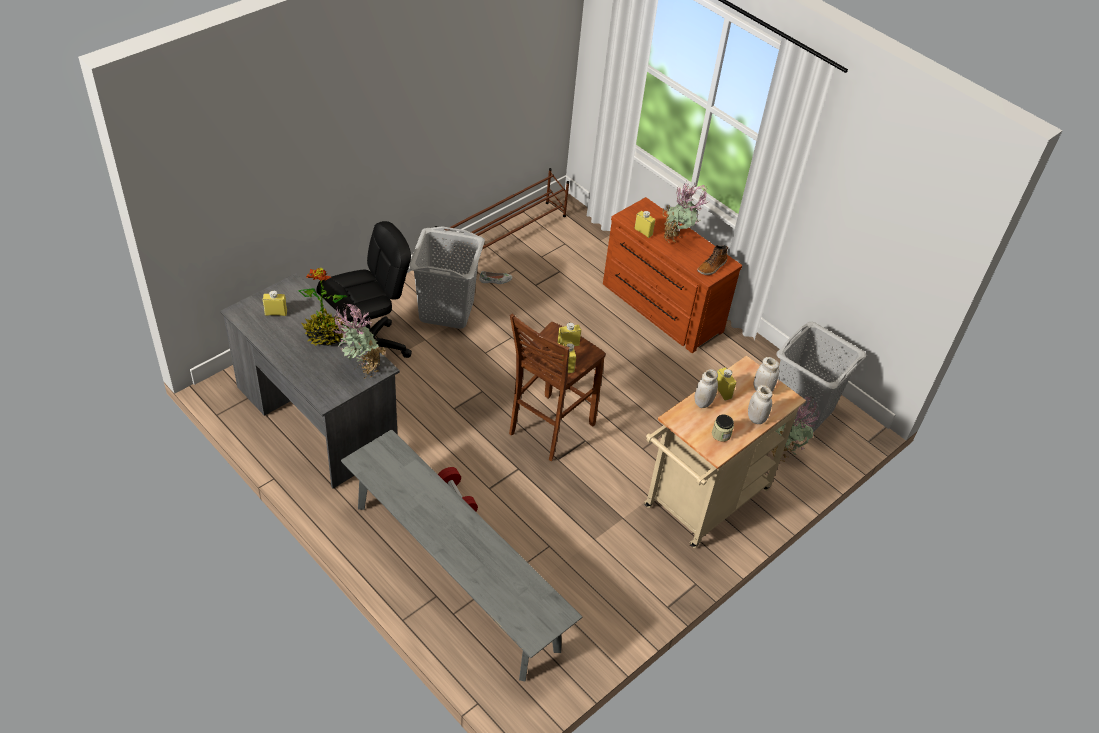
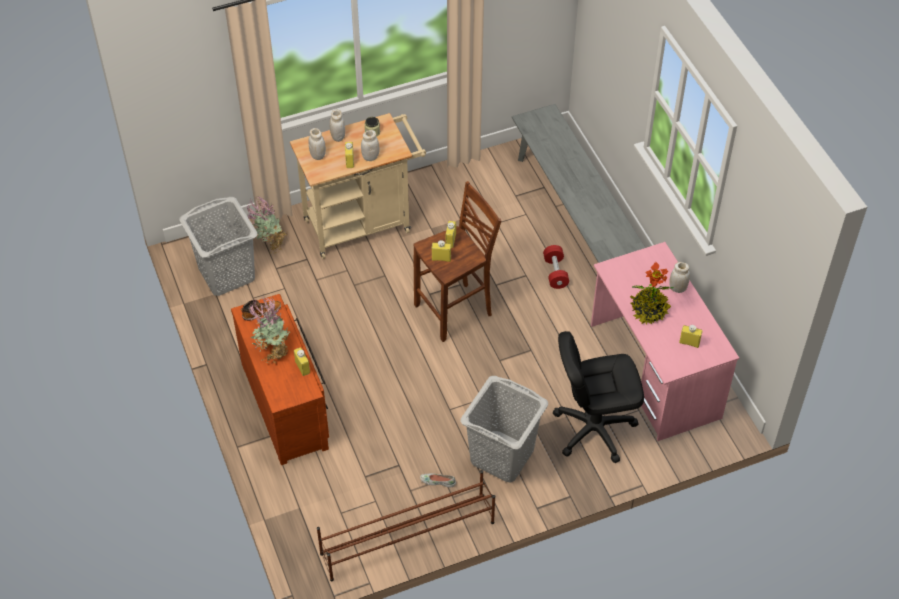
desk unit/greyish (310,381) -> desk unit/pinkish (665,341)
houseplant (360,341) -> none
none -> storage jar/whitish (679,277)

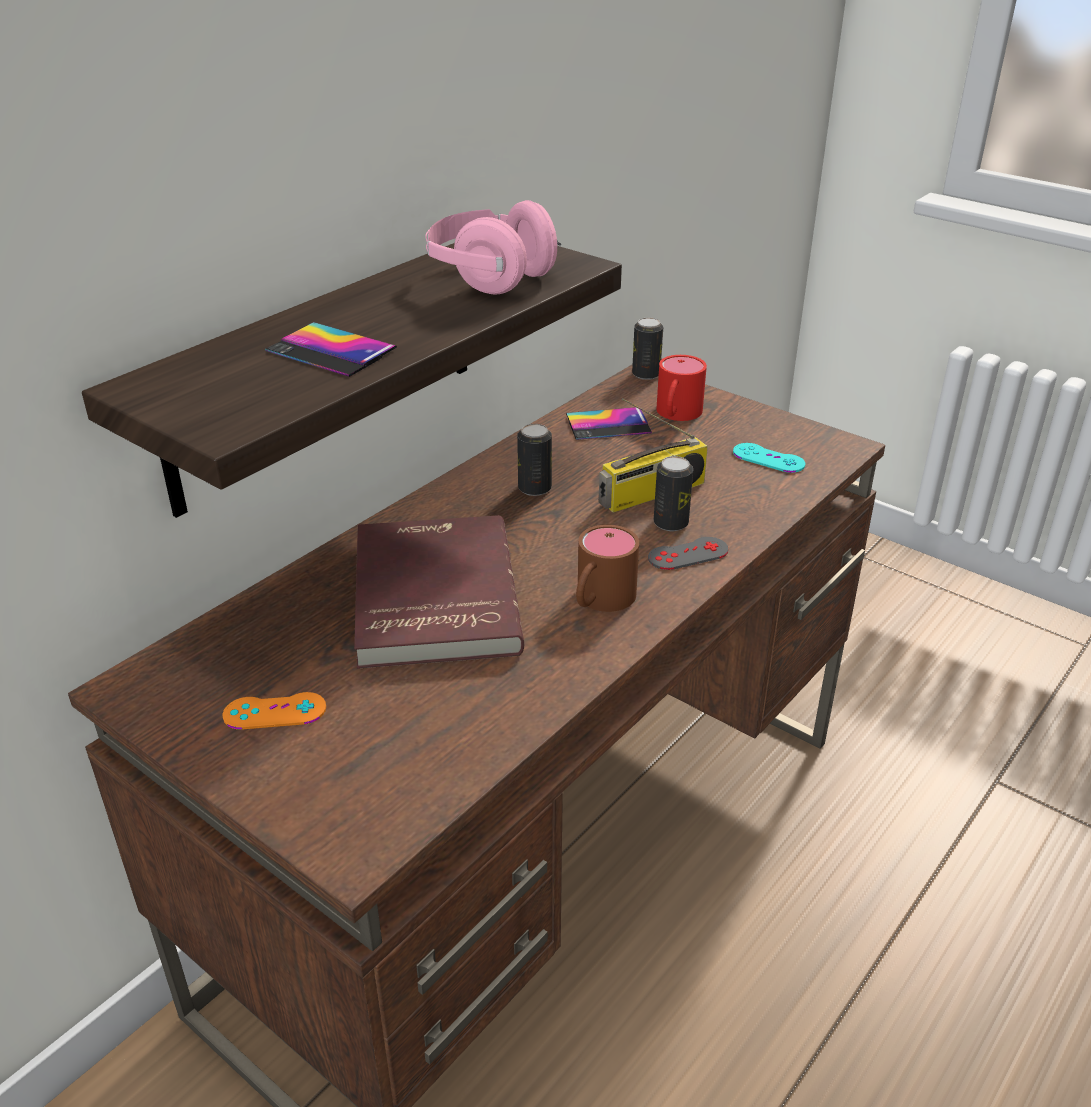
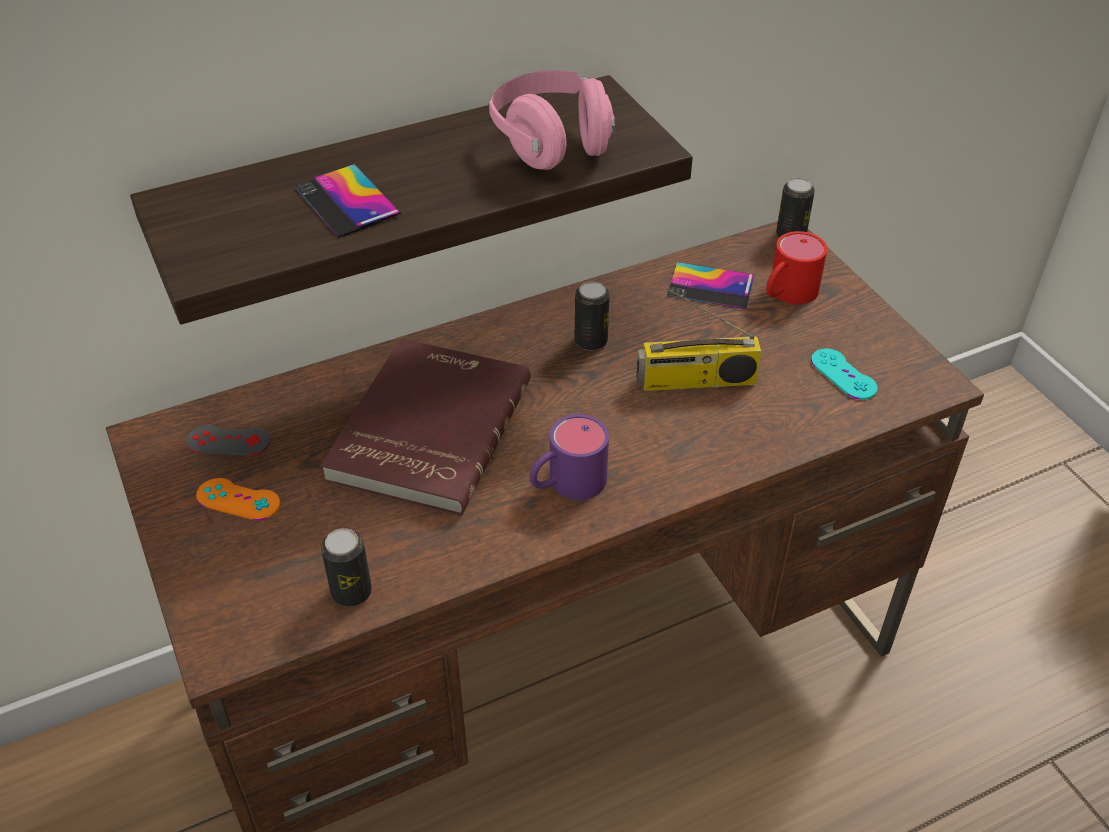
coffee mug/brown (607,568) -> coffee mug/purple-coloured (569,457)
game controller/greyish (688,553) -> game controller/greyish (228,440), moved
metal can (673,493) -> metal can (346,567), moved

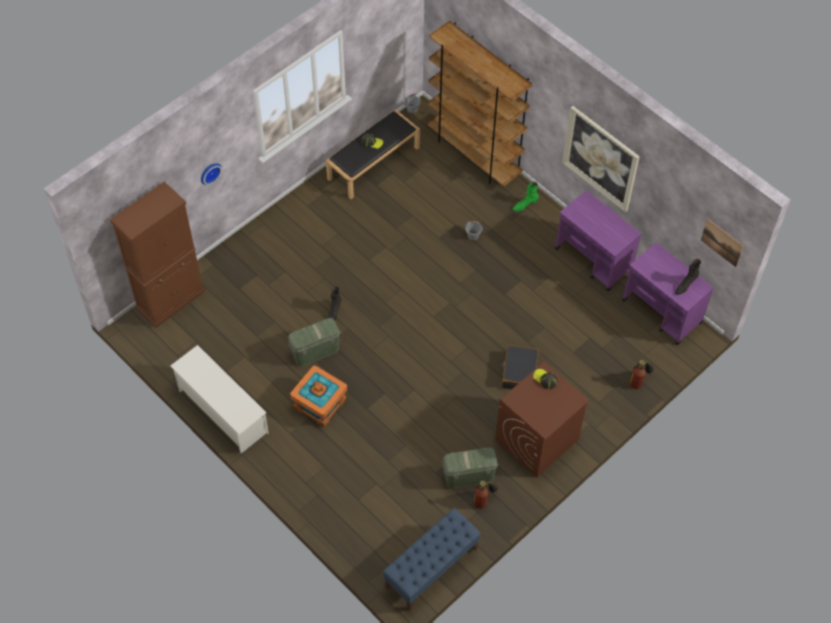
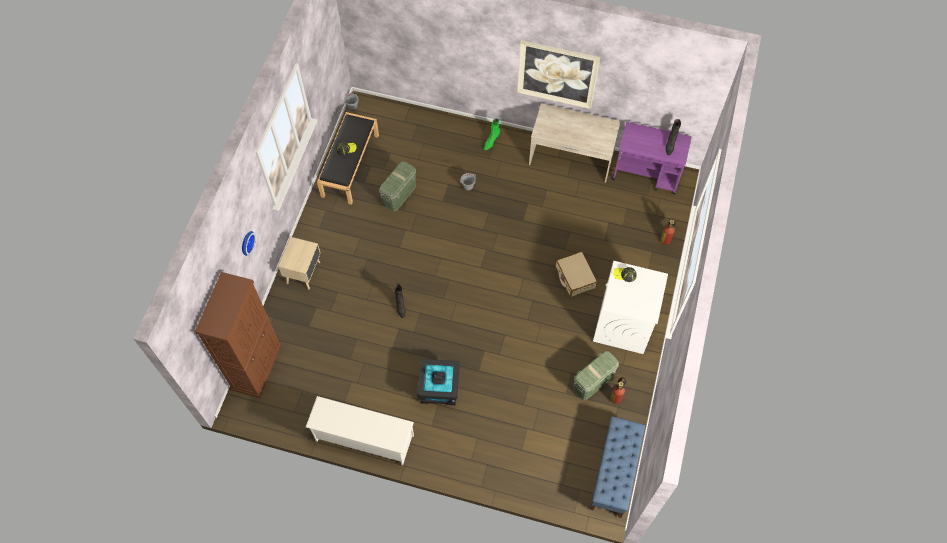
storage bin/green (314,342) -> storage bin/green (397,186), moved
storage bin/orange (318,396) -> storage bin/blackish (438,382)
bookshelf/brown (480,104) -> none
laundry appliance/brown (542,419) -> laundry appliance/whitish (630,307)
piece of luggage/blackish (520,367) -> piece of luggage/beige (577,274)
trolley/purple-coloured (598,241) -> desk unit/beige (575,143)
wall art (722,243) -> none
none -> bedside table/beige (299,263)

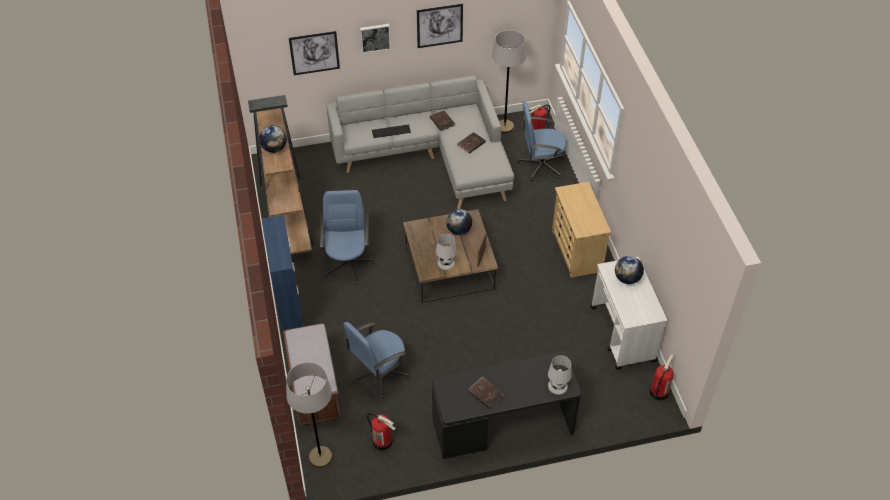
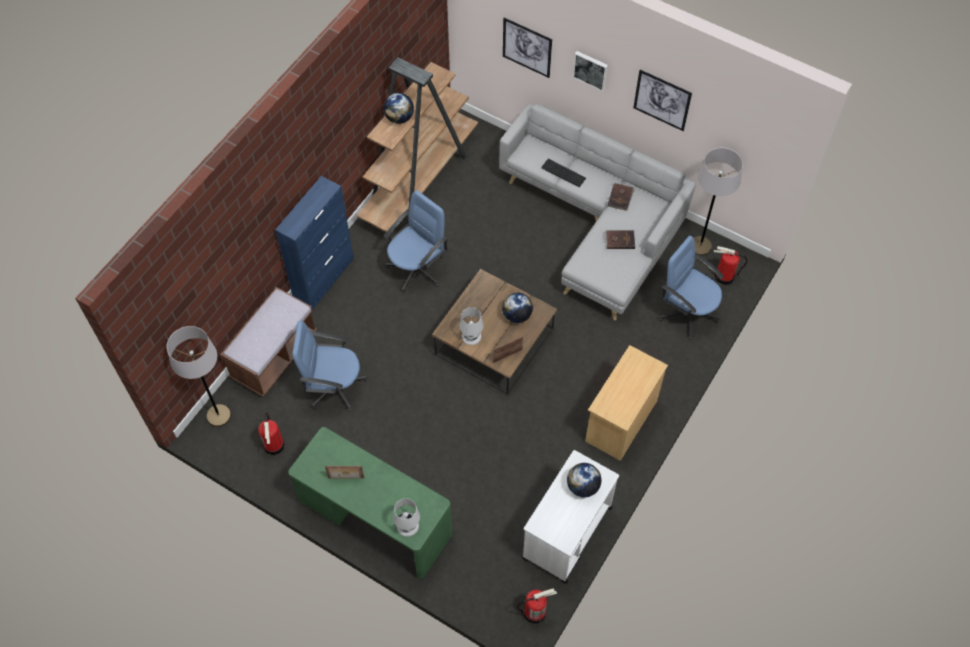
desk unit/blackish (506,405) -> desk unit/green (370,502)
book/brown (486,393) -> picture frame (344,472)

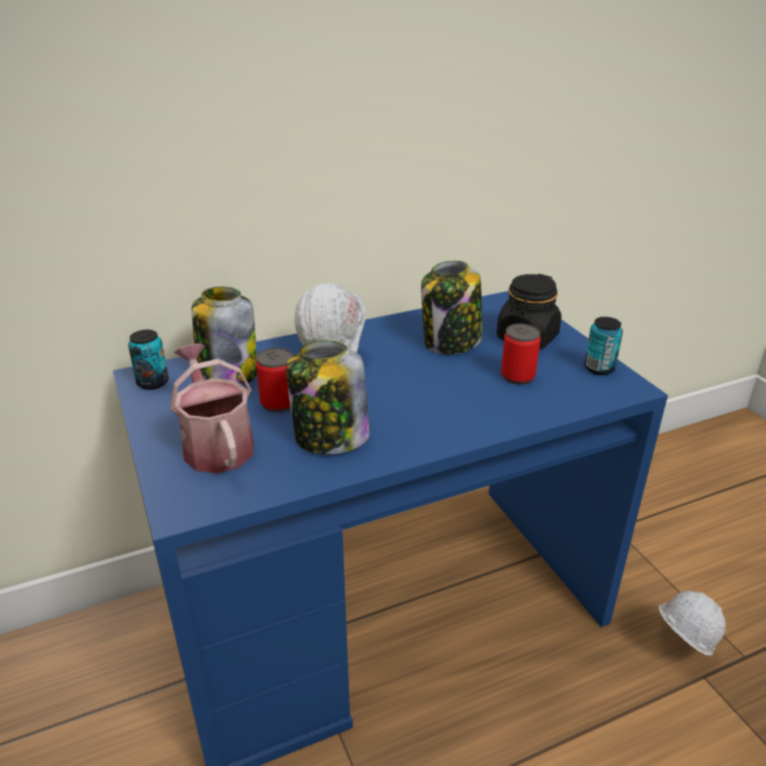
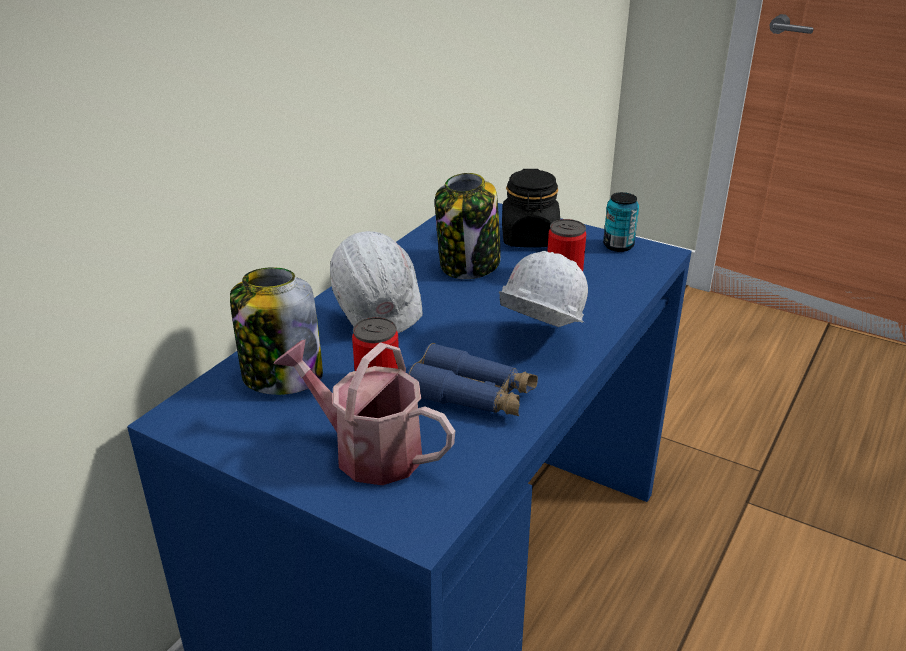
metal can (148,360) -> none
storage jar (328,397) -> binoculars/blue (473,379)
work helmet/whitish (692,623) -> work helmet/whitish (543,289), moved

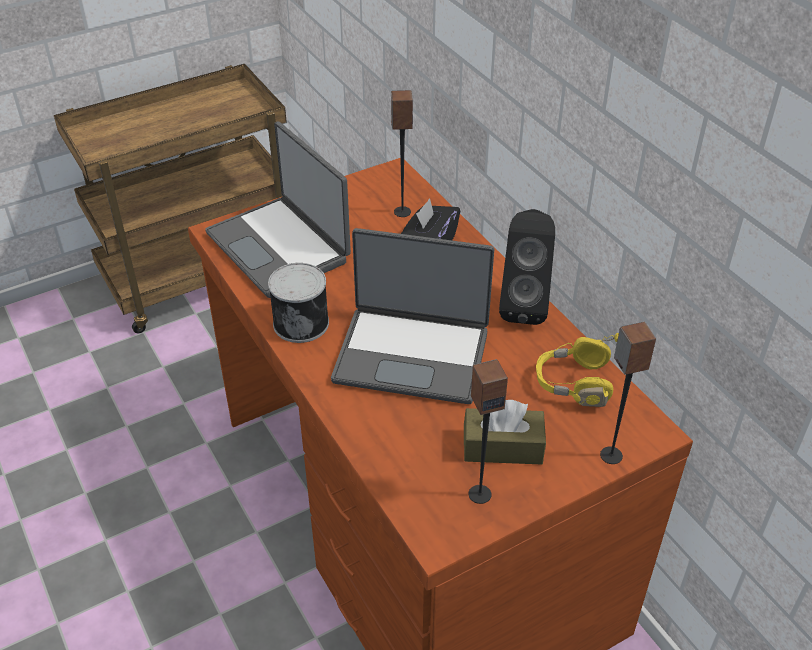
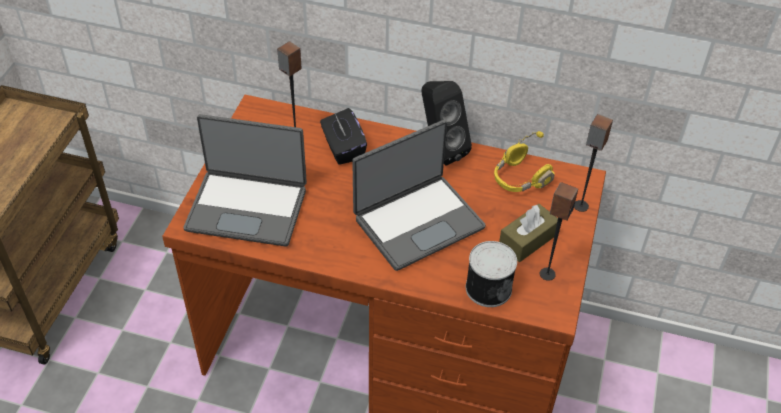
metal can (298,303) -> metal can (491,274), moved

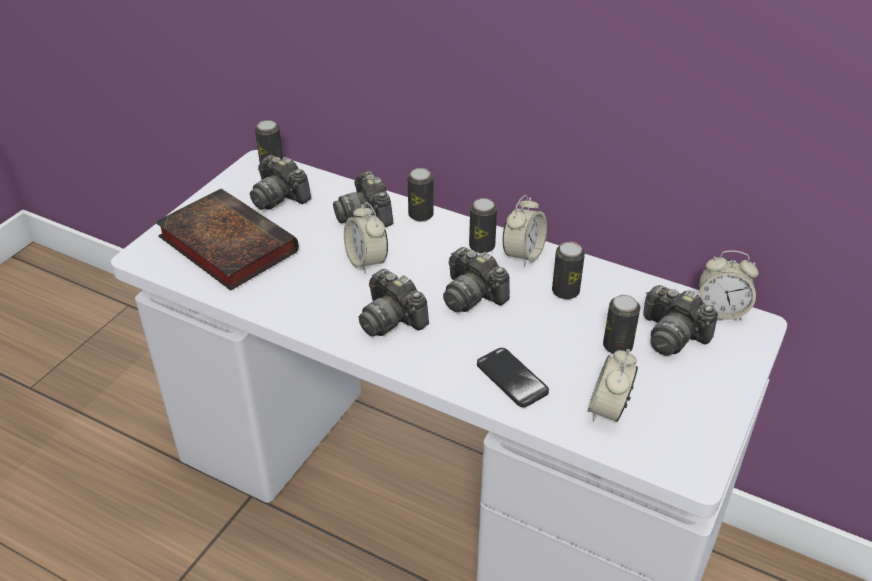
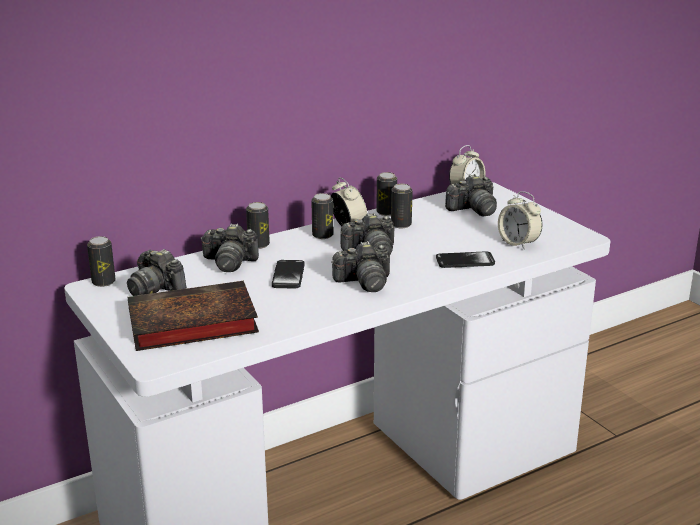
photo camera (280,182) -> photo camera (157,272), 60 degrees clockwise
alarm clock (366,238) -> telephone (288,274)
metal can (621,324) -> metal can (386,194), moved

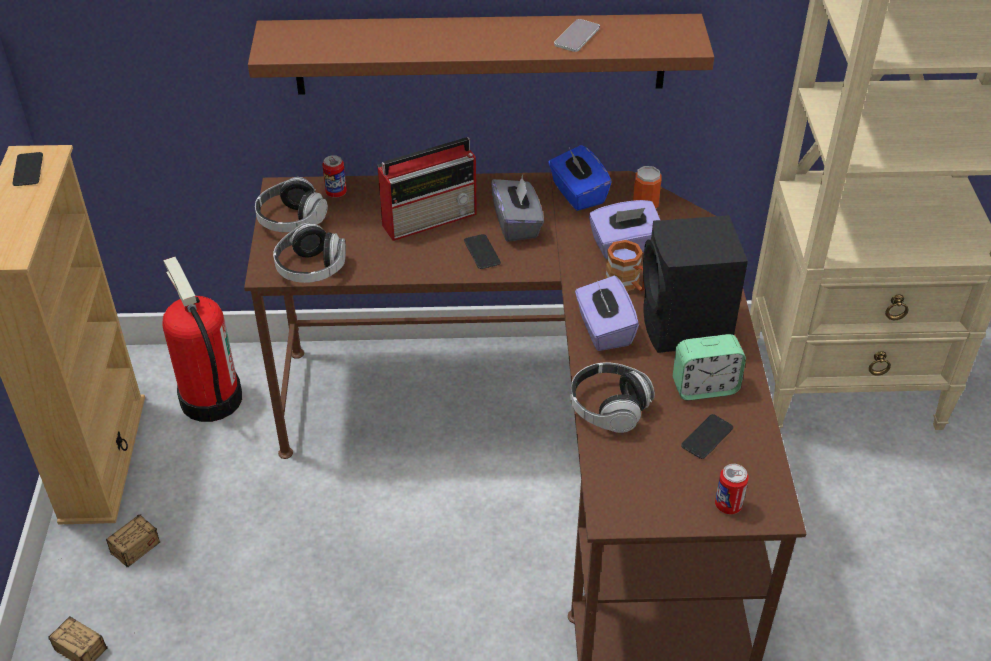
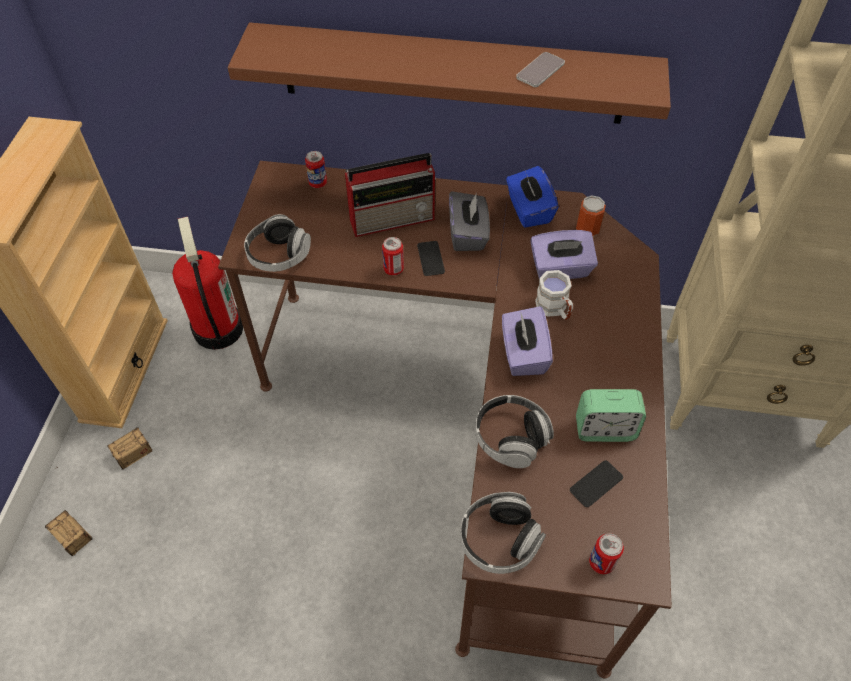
telephone (27,169) -> none
headset (291,204) -> headset (503,533), moved
coffee mug/brown (624,265) -> coffee mug/whitish (554,295)
loudspeaker/blackish (695,284) -> none
none -> metal can (393,256)

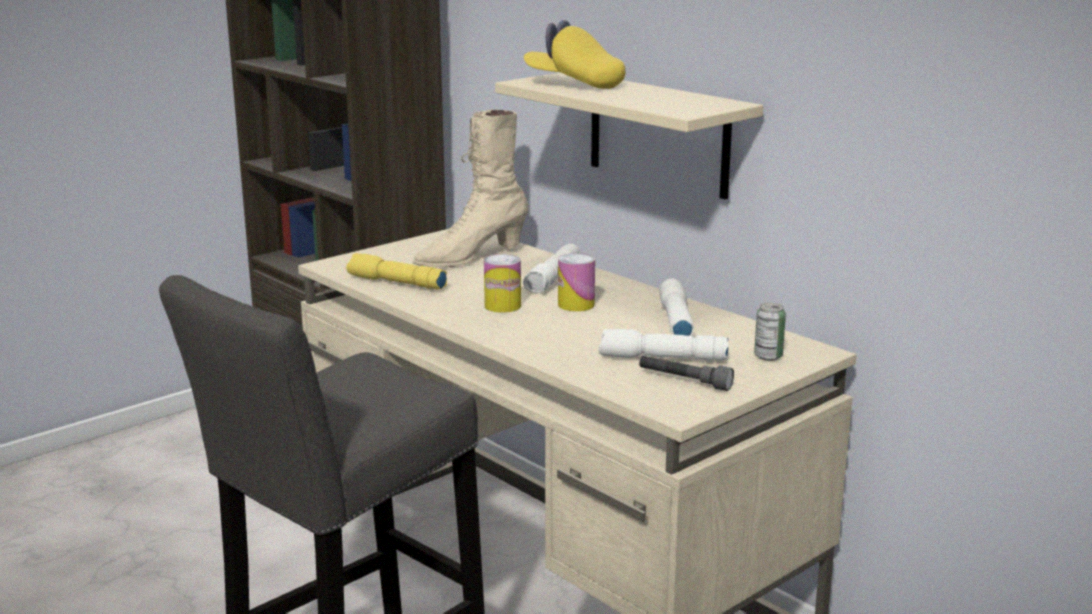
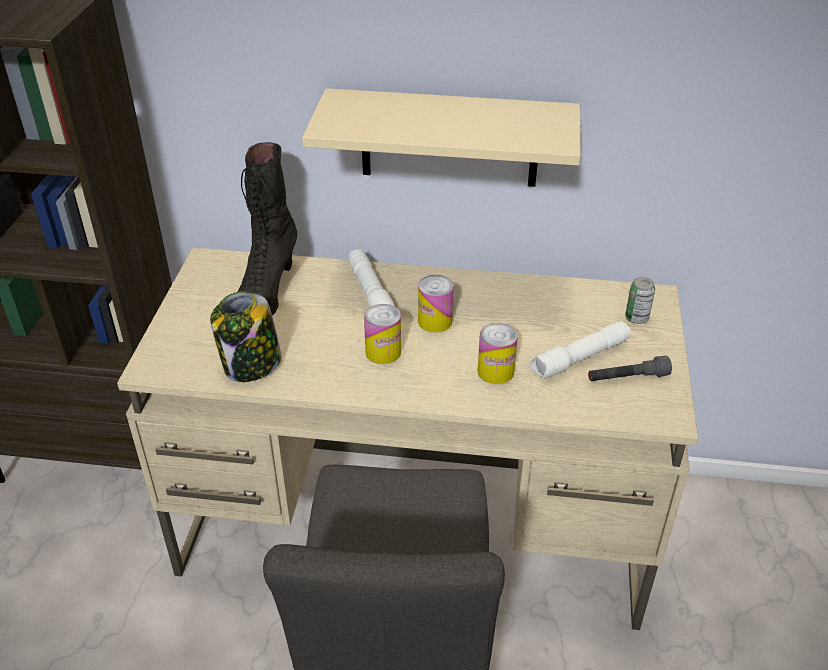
flashlight/yellow (396,271) -> storage jar (246,336)
boot/beige (470,188) -> boot/blackish (267,229)
peaked cap/yellow (574,54) -> none
flashlight/whitish (676,307) -> none
none -> metal can (498,353)

